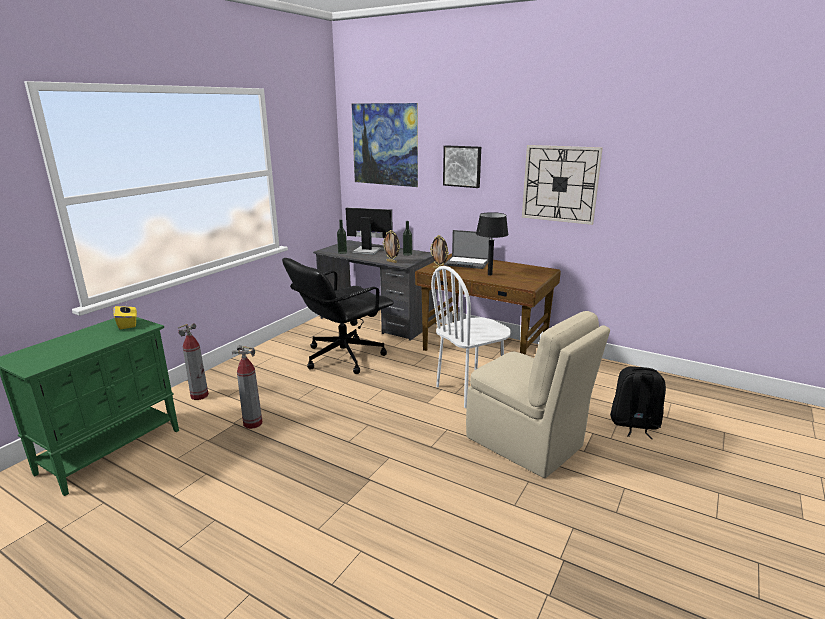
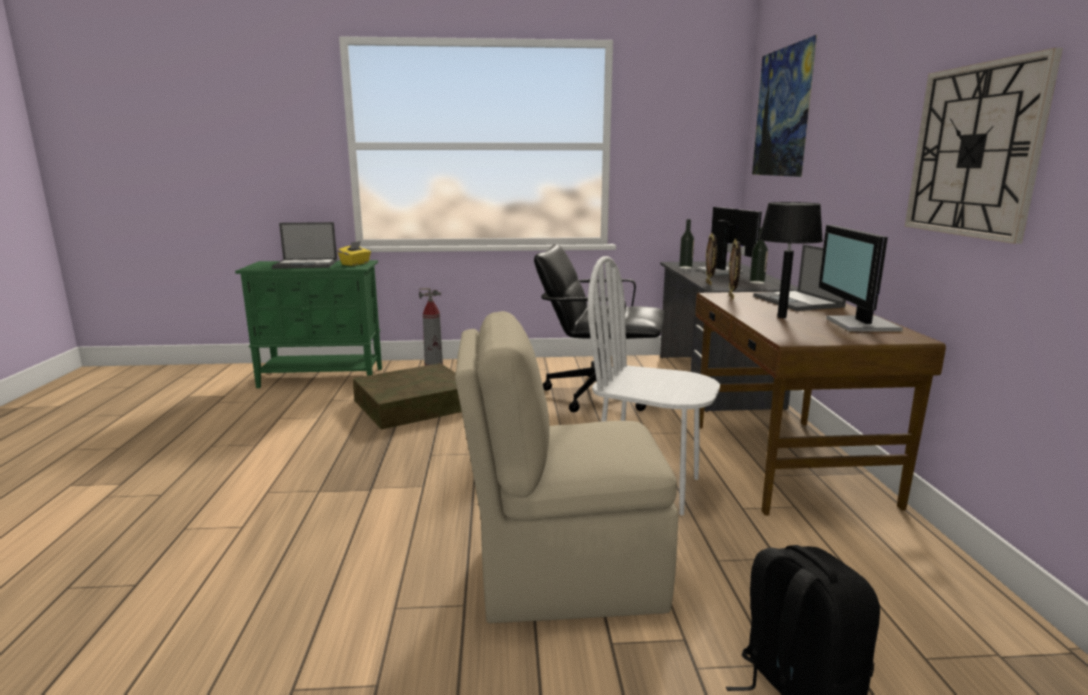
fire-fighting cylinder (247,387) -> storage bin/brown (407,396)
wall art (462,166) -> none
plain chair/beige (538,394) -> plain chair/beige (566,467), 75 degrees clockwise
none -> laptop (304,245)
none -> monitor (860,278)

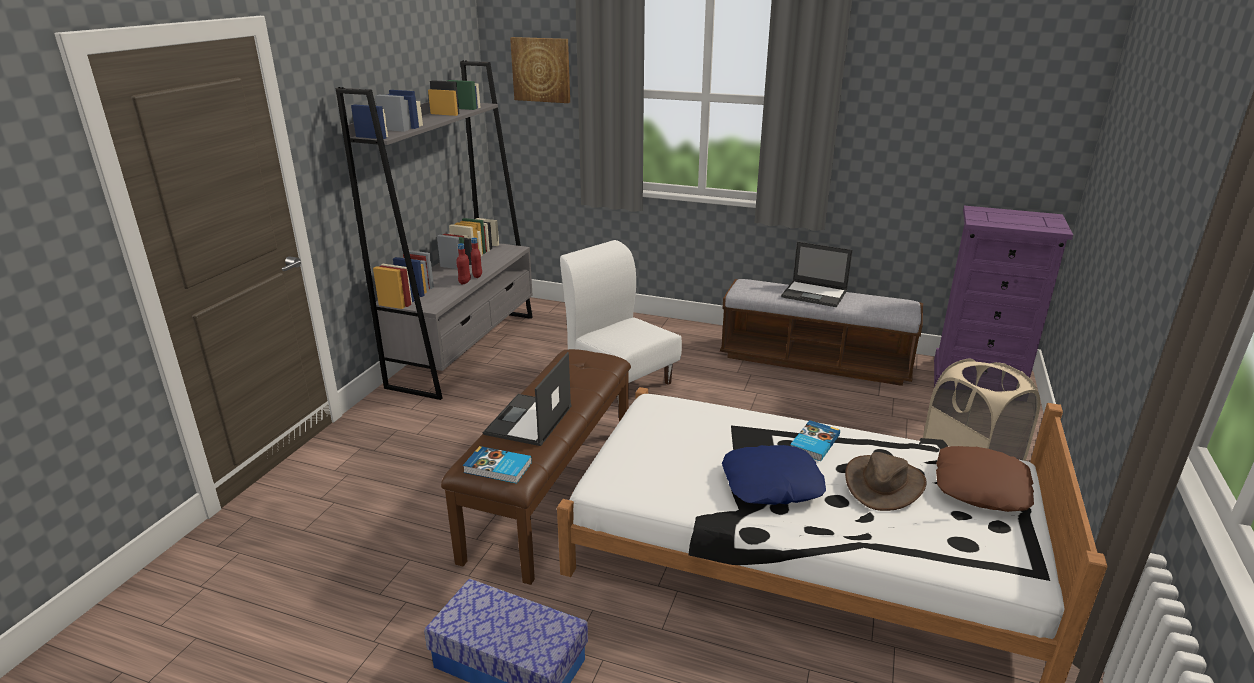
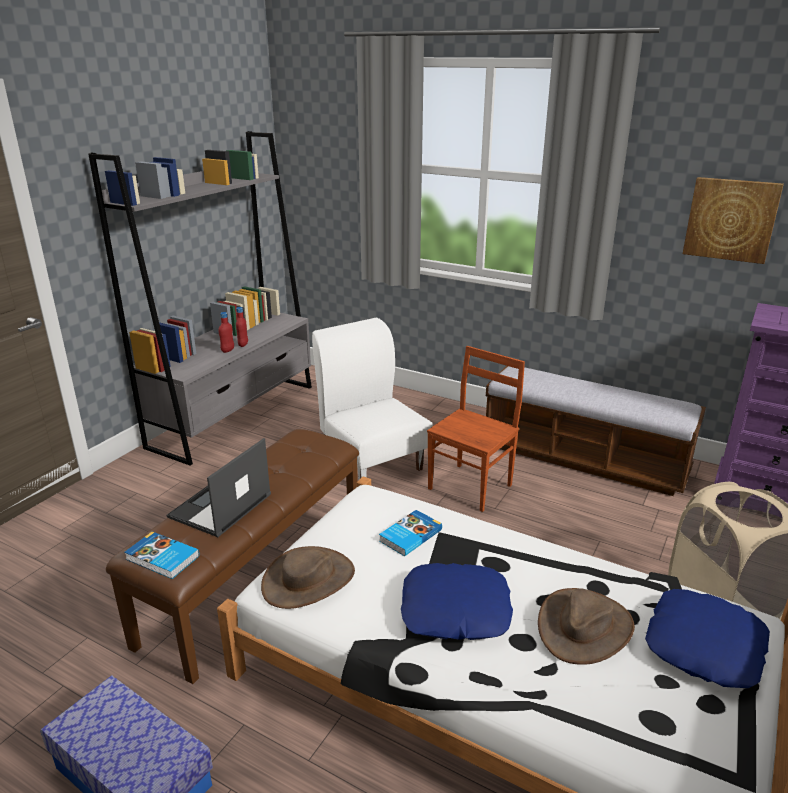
wall art (540,70) -> wall art (733,220), moved
laptop (817,274) -> none
book (815,440) -> book (410,533), moved
throw pillow/brown (985,479) -> throw pillow/blue (707,638)
none -> clothing hat/brown (308,577)
none -> plain chair/brown (476,429)

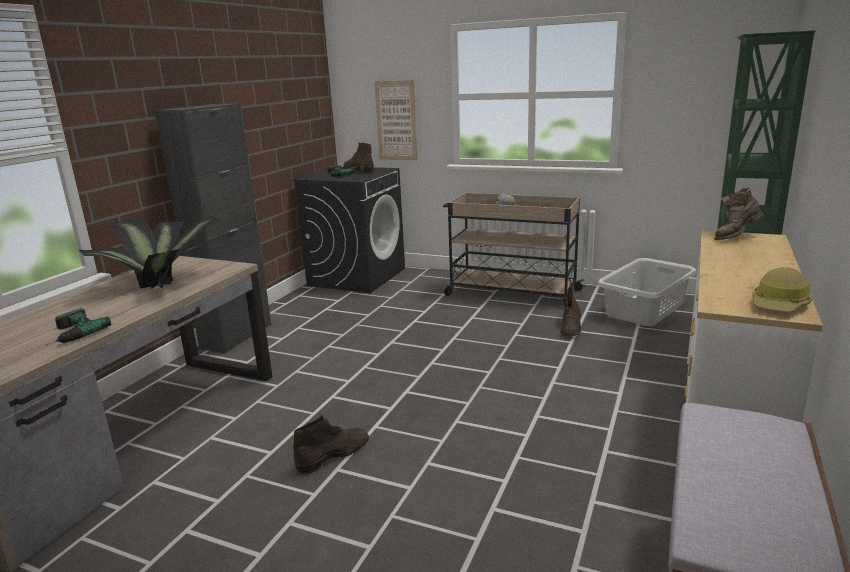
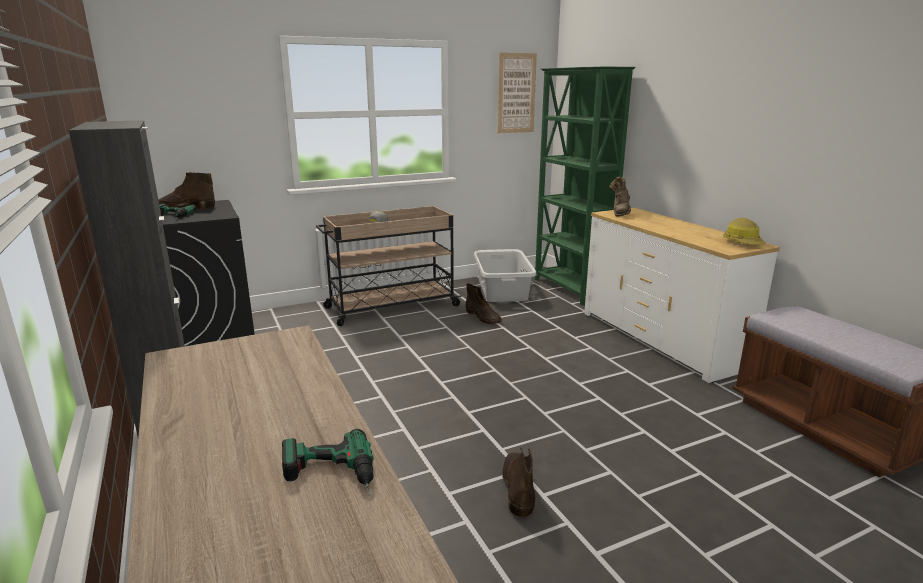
houseplant (150,252) -> none
wall art (396,120) -> wall art (517,92), moved

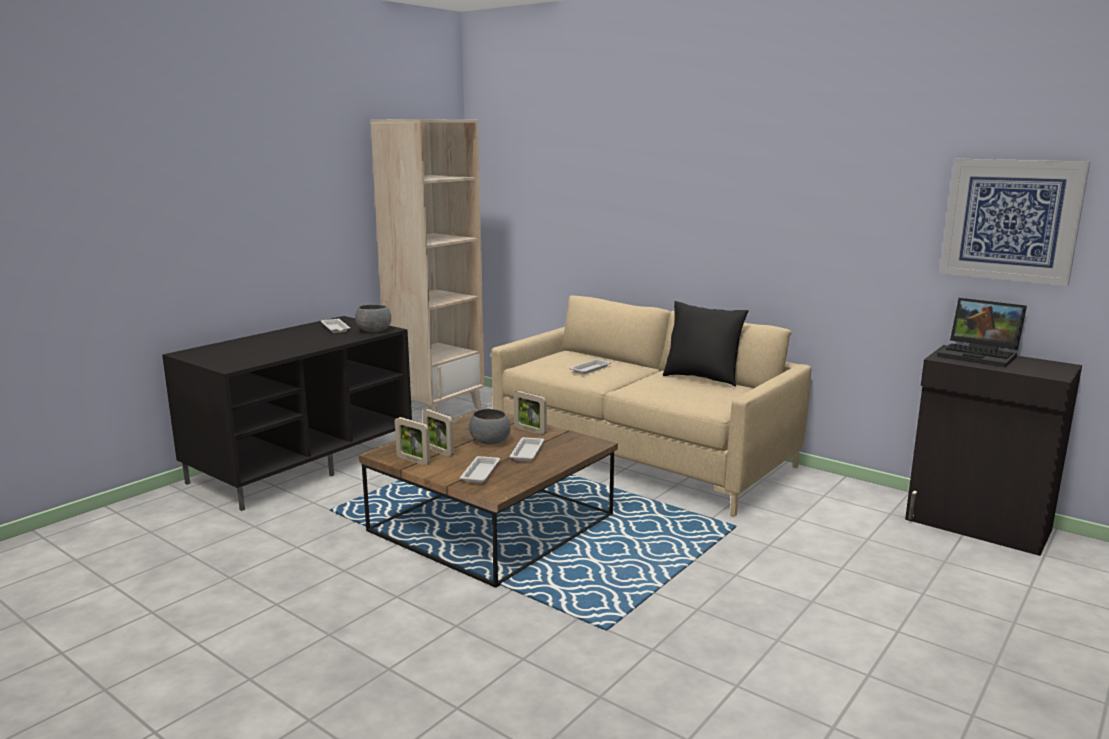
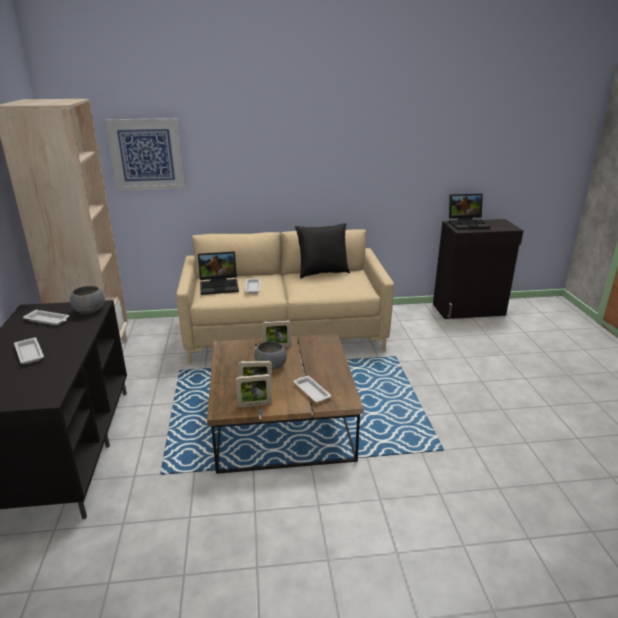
tray/whitish (527,449) -> tray/whitish (29,351), moved
wall art (1015,222) -> wall art (145,154), moved
none -> laptop (218,273)

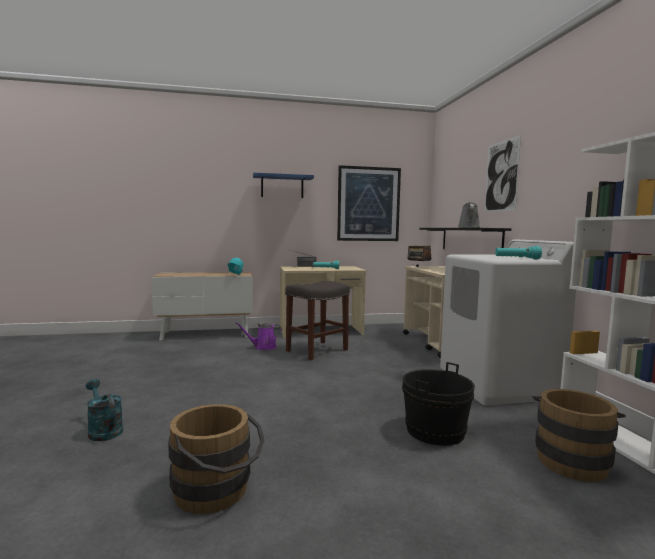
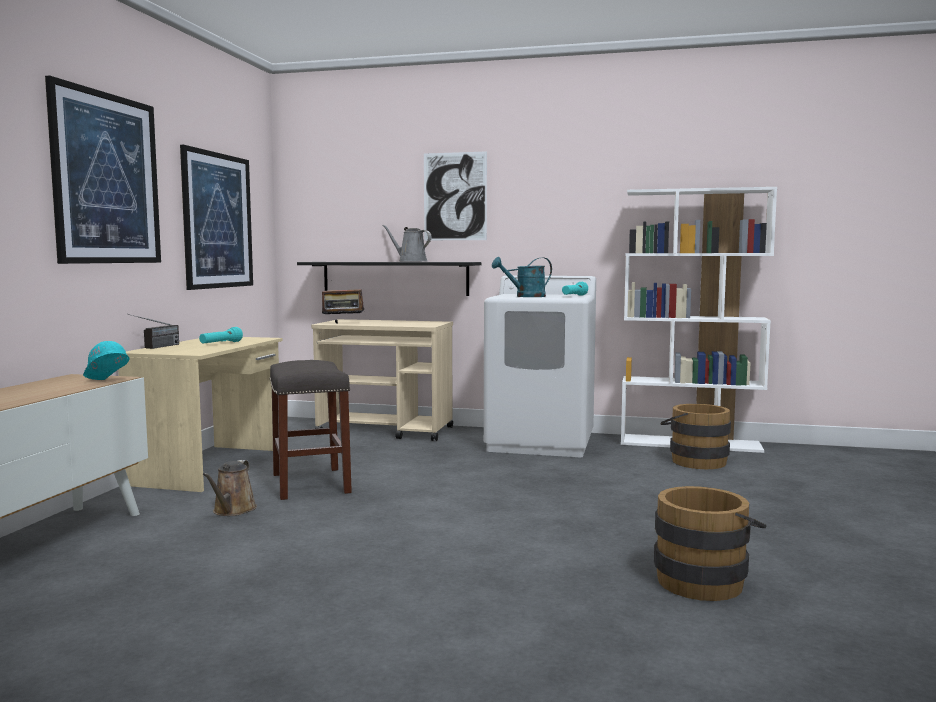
watering pot/blue-green (104,410) -> watering pot/blue-green (522,277), moved
watering pot/purple-coloured (258,336) -> watering pot/brown (230,488)
wall shelf/blue (283,185) -> wall art (103,170)
bucket/blackish (438,404) -> none

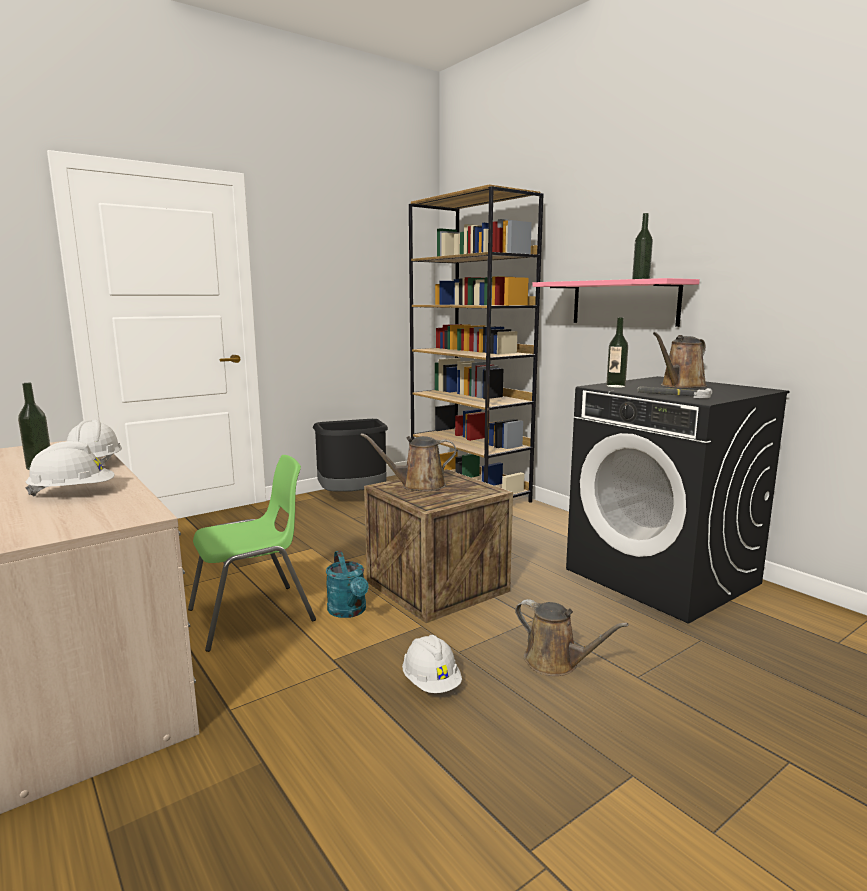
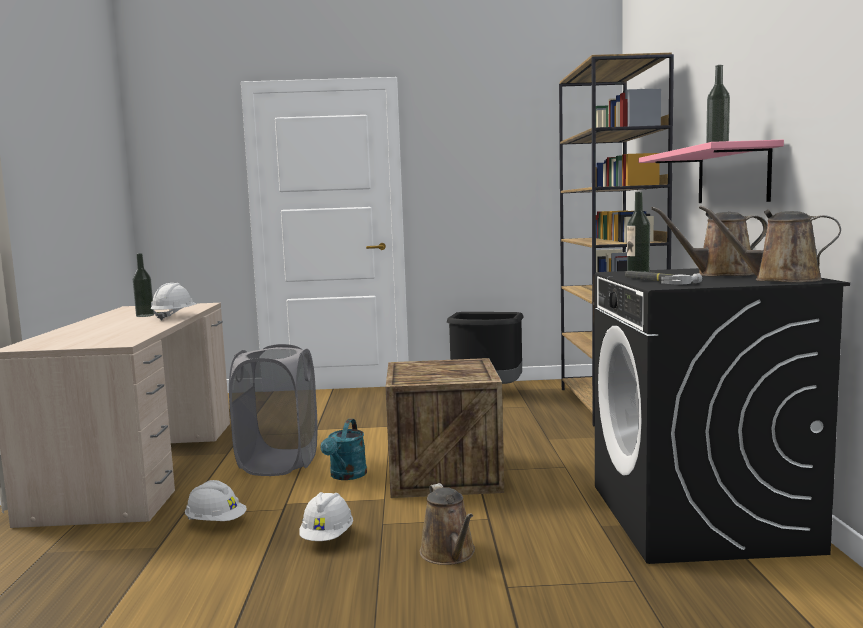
work helmet/whitish (70,468) -> work helmet/whitish (216,500), moved
plain chair/green (252,553) -> laundry basket/greyish (273,410)
watering pot/brown (409,462) -> watering pot/brown (770,243), moved

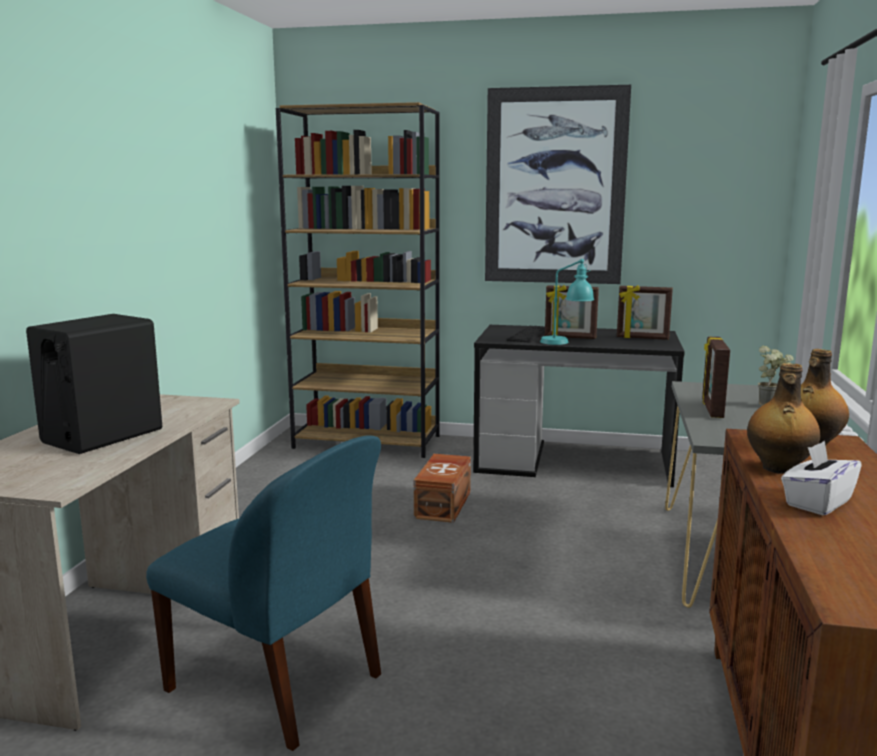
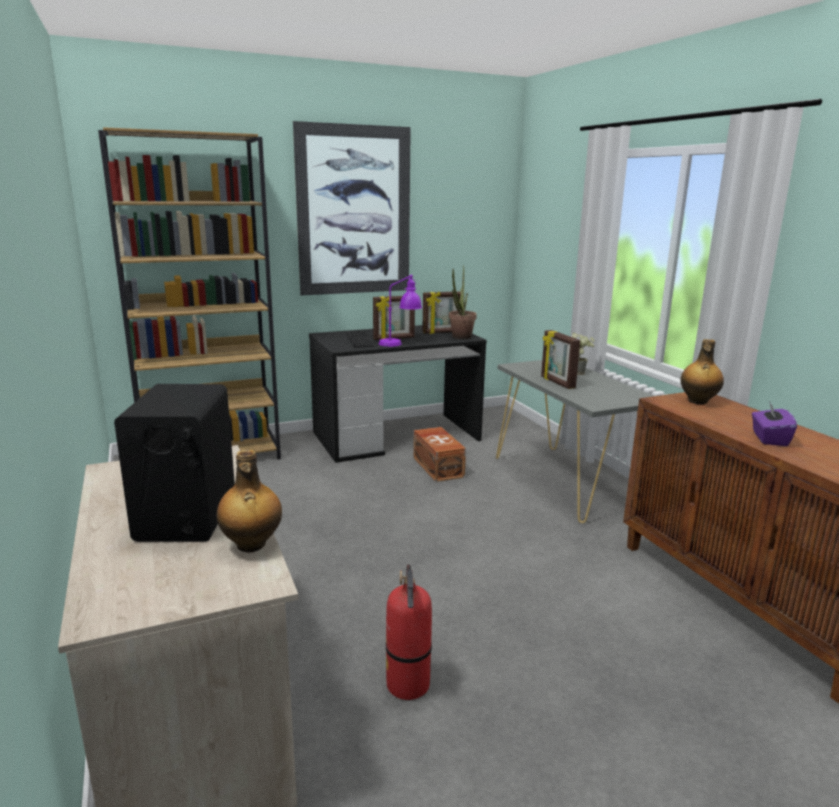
plain chair/blue (263,593) -> fire-fighting cylinder (409,632)
storage bin/brown (442,488) -> storage bin/brown (439,454), moved
lamp for a table/blue-green (567,302) -> lamp for a table/purple-coloured (400,311)
beverage bottle (783,418) -> beverage bottle (249,501), moved
tissue box/whitish (821,478) -> tissue box/purple-coloured (774,423)
none -> houseplant (463,302)

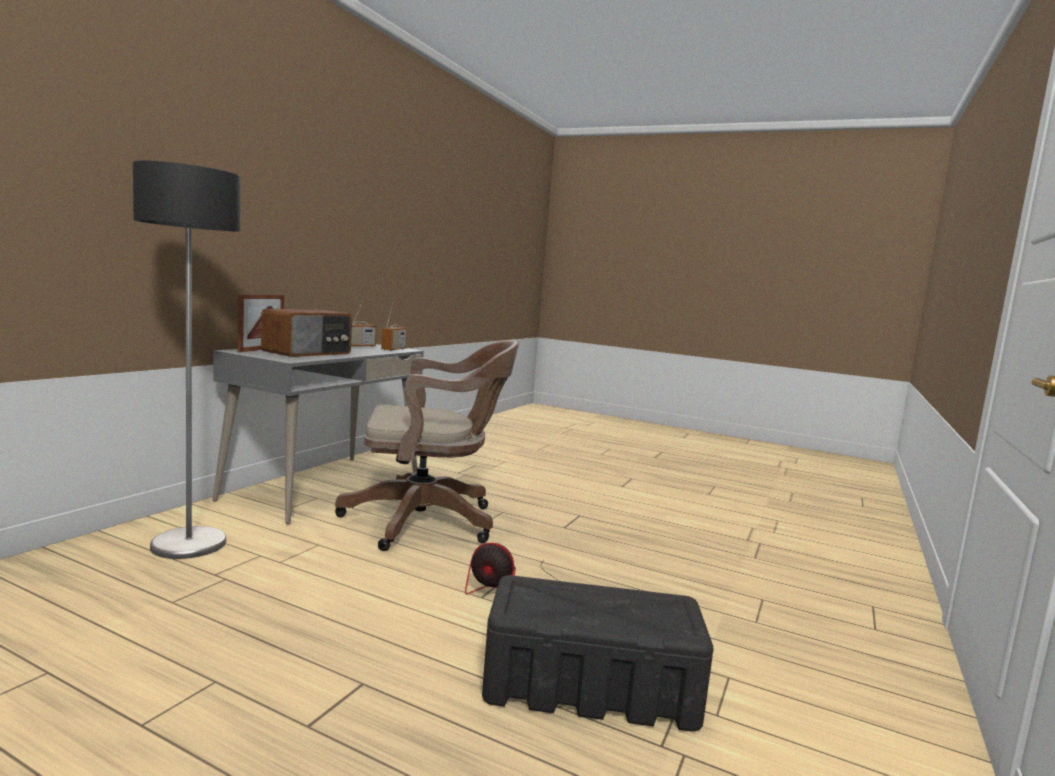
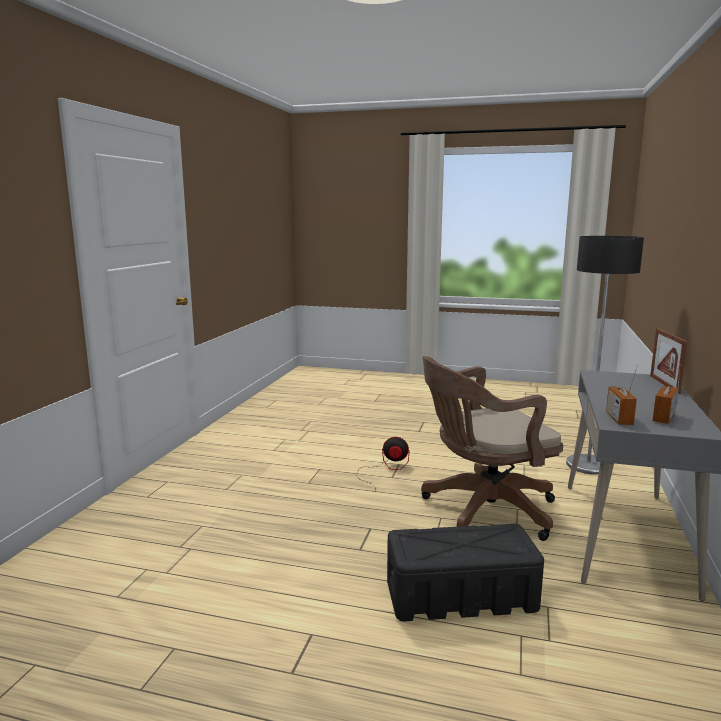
radio receiver (306,333) -> none
storage bin/blackish (598,653) -> storage bin/blackish (465,572), moved

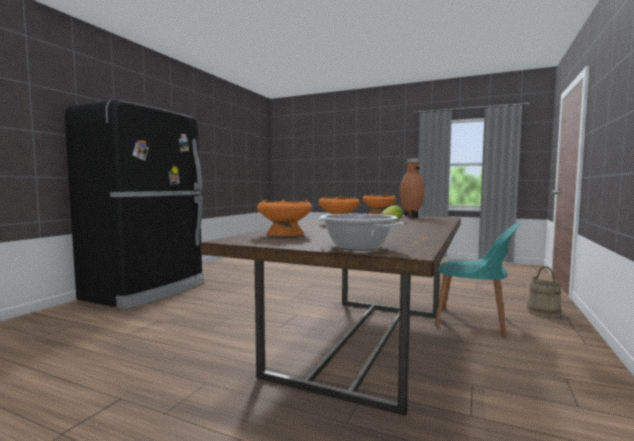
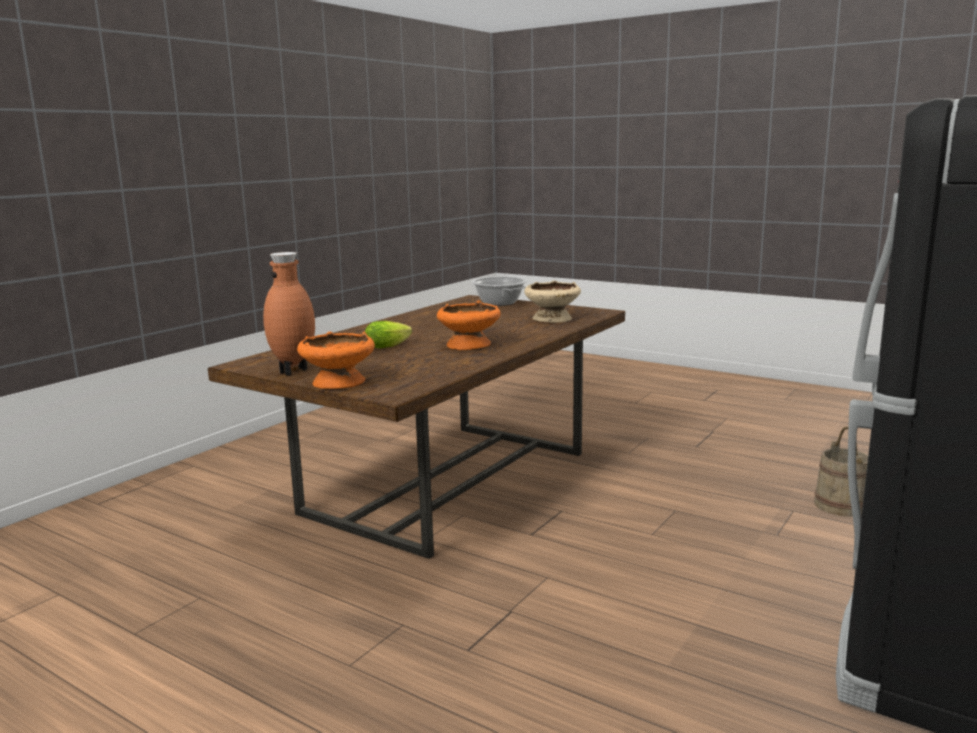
bowl/orange (284,217) -> bowl/beige (552,301)
plain chair/blue-green (477,280) -> none
bucket/beige (544,292) -> bucket/beige (841,472), moved

